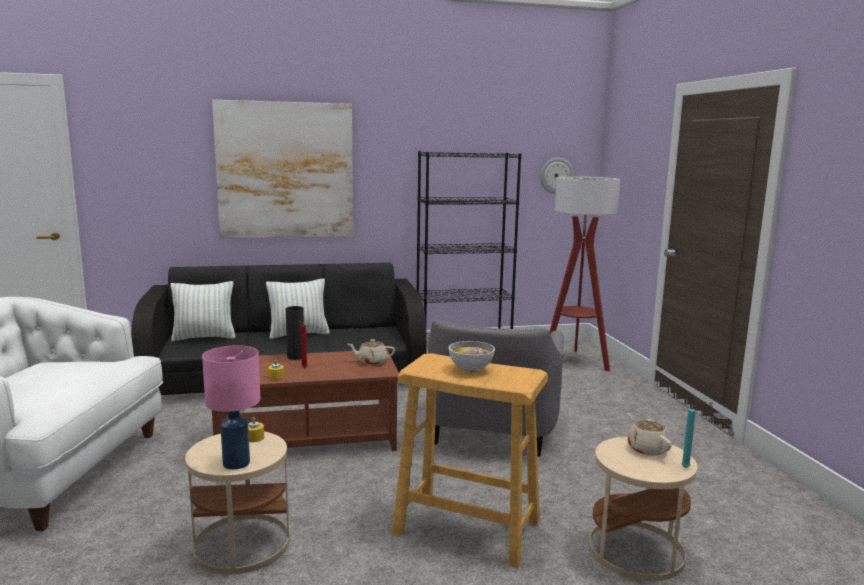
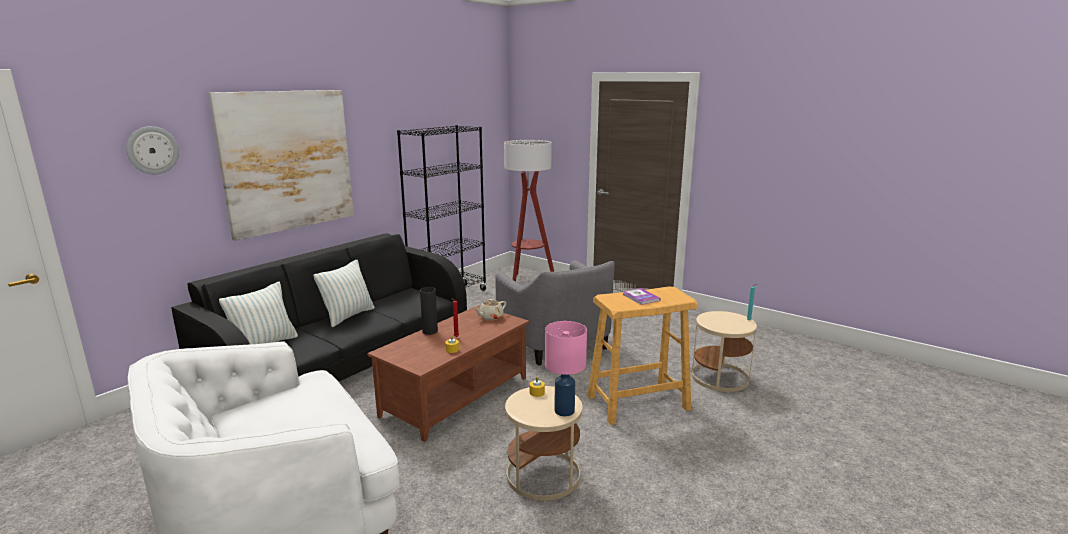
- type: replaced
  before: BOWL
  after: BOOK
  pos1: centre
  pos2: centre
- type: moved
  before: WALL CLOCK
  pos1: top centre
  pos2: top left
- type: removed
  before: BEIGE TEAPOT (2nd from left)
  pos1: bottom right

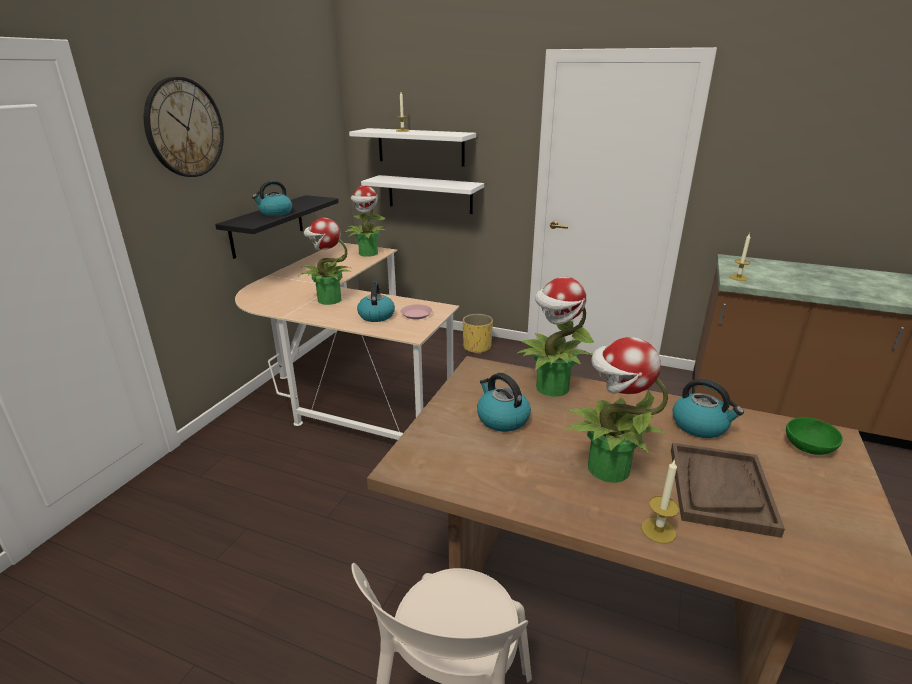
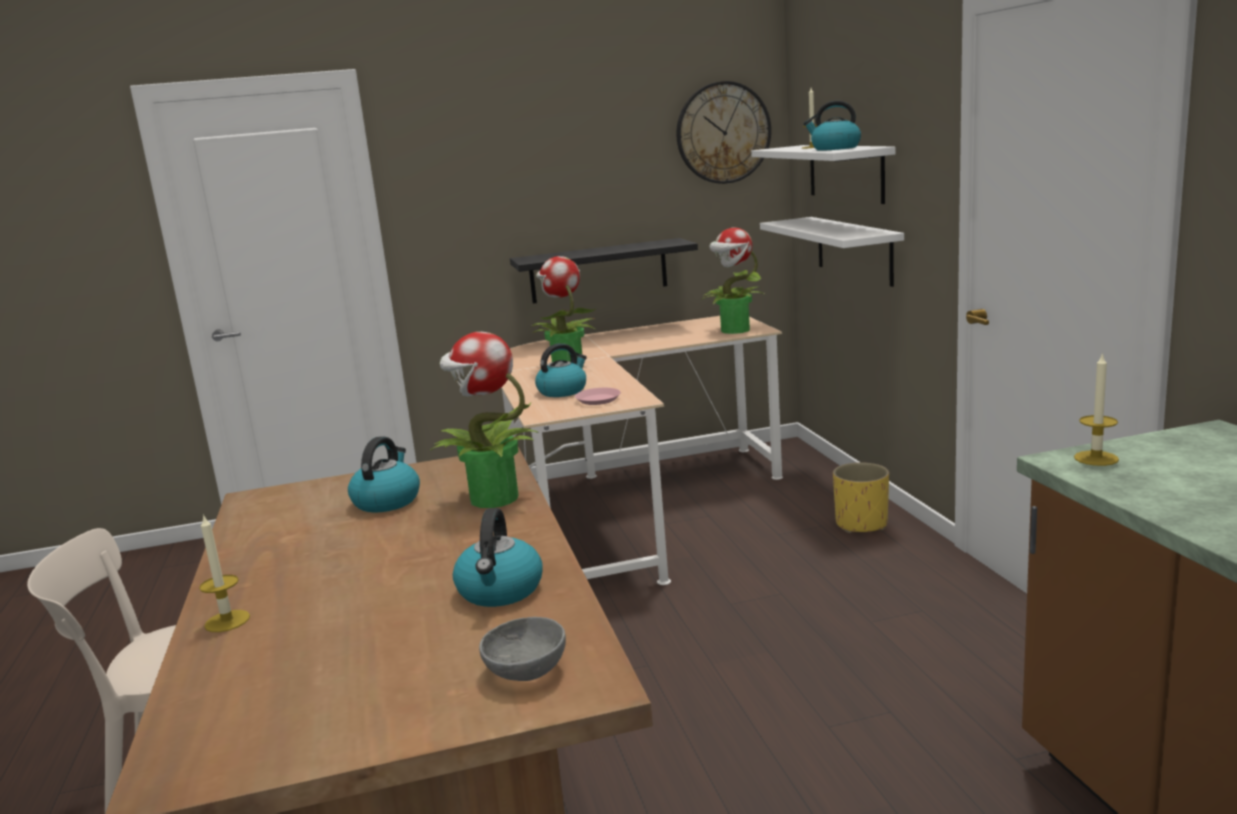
- type: moved
  before: WALL CLOCK
  pos1: top left
  pos2: top centre
- type: moved
  before: KETTLE (1st from left in the first image)
  after: KETTLE (4th from left)
  pos1: top left
  pos2: top right
- type: removed
  before: POTTED PLANT (4th from left)
  pos1: middle right
- type: removed
  before: BROWN TRAY
  pos1: bottom right
- type: recoloured
  before: GREEN BOWL
  after: GREY BOWL
  pos1: middle right
  pos2: bottom centre

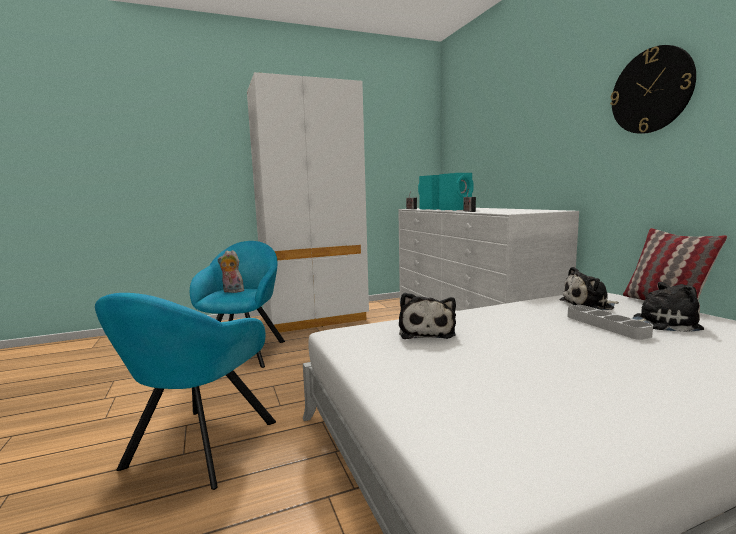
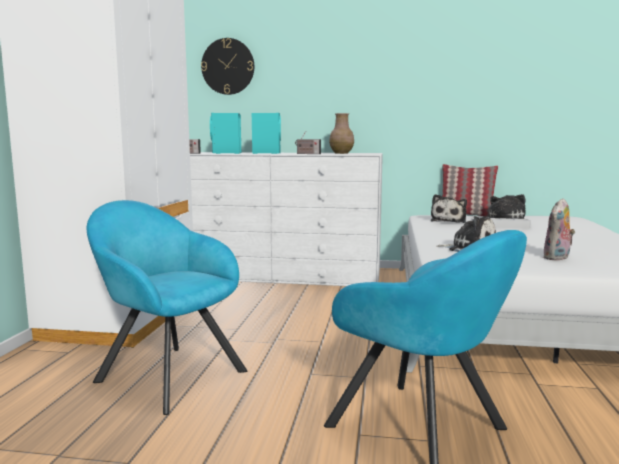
- type: moved
  before: PLUSH TOY (1st from left in the first image)
  after: PLUSH TOY (4th from left)
  pos1: middle left
  pos2: middle right
- type: moved
  before: WALL CLOCK
  pos1: top right
  pos2: top centre
- type: added
  after: BROWN VASE
  pos2: top centre

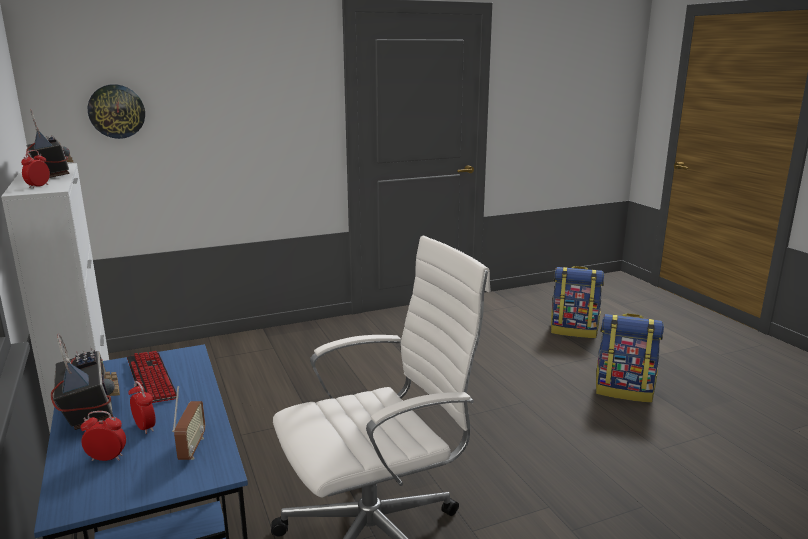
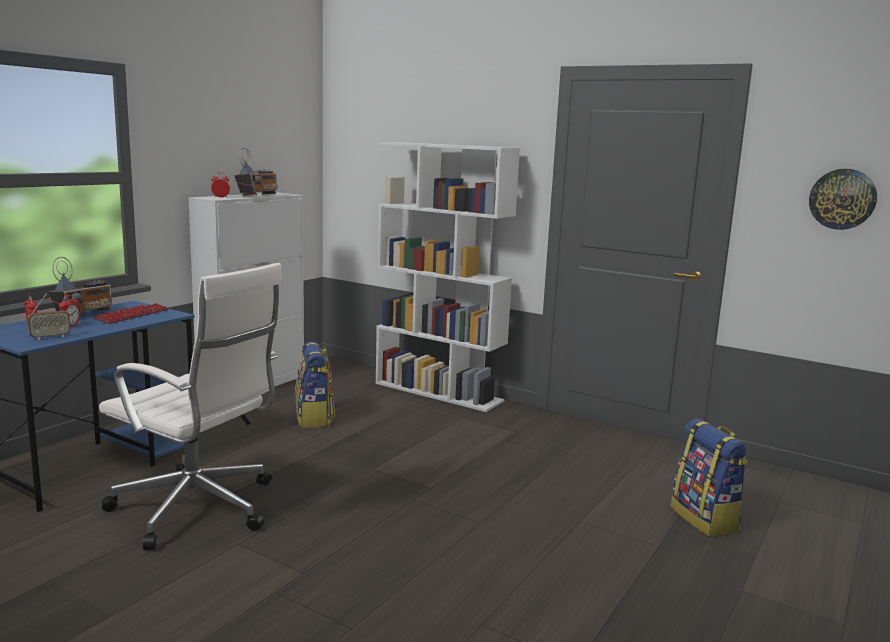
- type: moved
  before: WALL CLOCK
  pos1: top left
  pos2: top right
- type: moved
  before: BACKPACK (2nd from left in the first image)
  after: BACKPACK (1st from left)
  pos1: middle right
  pos2: centre
- type: added
  after: WHITE BOOKCASE
  pos2: centre

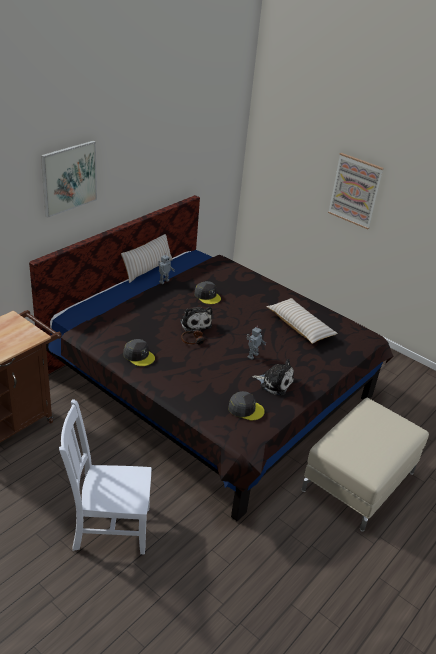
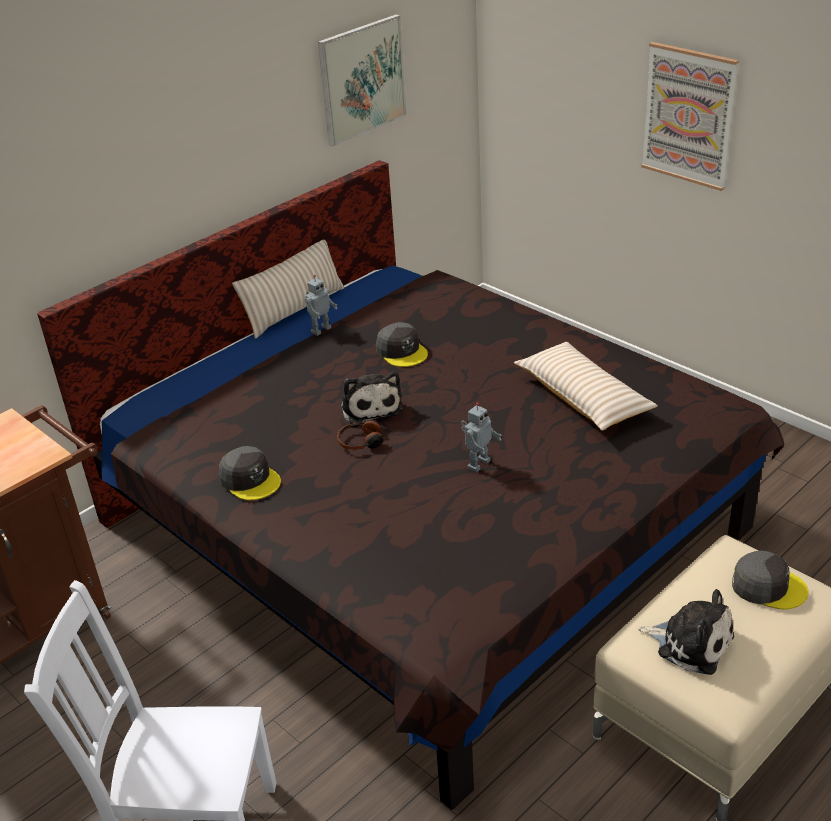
- type: moved
  before: PICTURE (1st from left)
  pos1: top left
  pos2: top centre
- type: moved
  before: GREY CAP (3rd from left)
  pos1: centre
  pos2: bottom right
- type: moved
  before: PLUSH TOY (2nd from left)
  pos1: centre
  pos2: bottom right

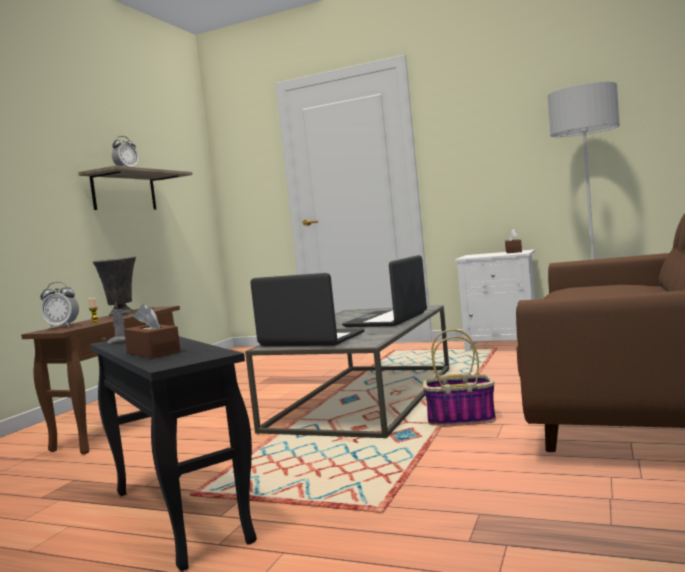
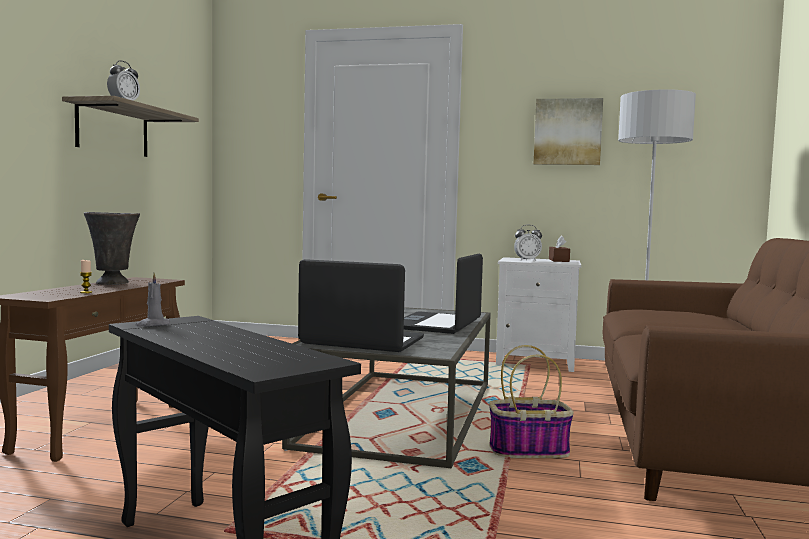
- type: moved
  before: ALARM CLOCK (1st from left in the first image)
  after: ALARM CLOCK (2nd from left)
  pos1: middle left
  pos2: centre
- type: removed
  before: BROWN TISSUE BOX (1st from left)
  pos1: middle left
- type: added
  after: PICTURE
  pos2: top right

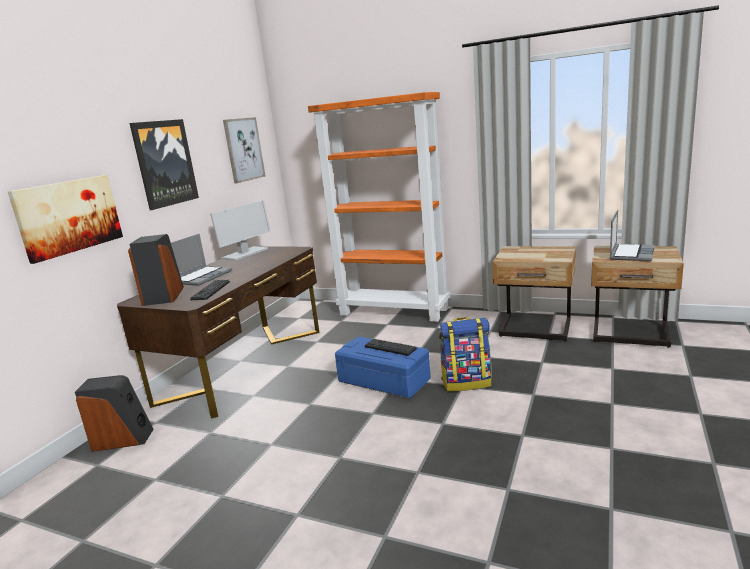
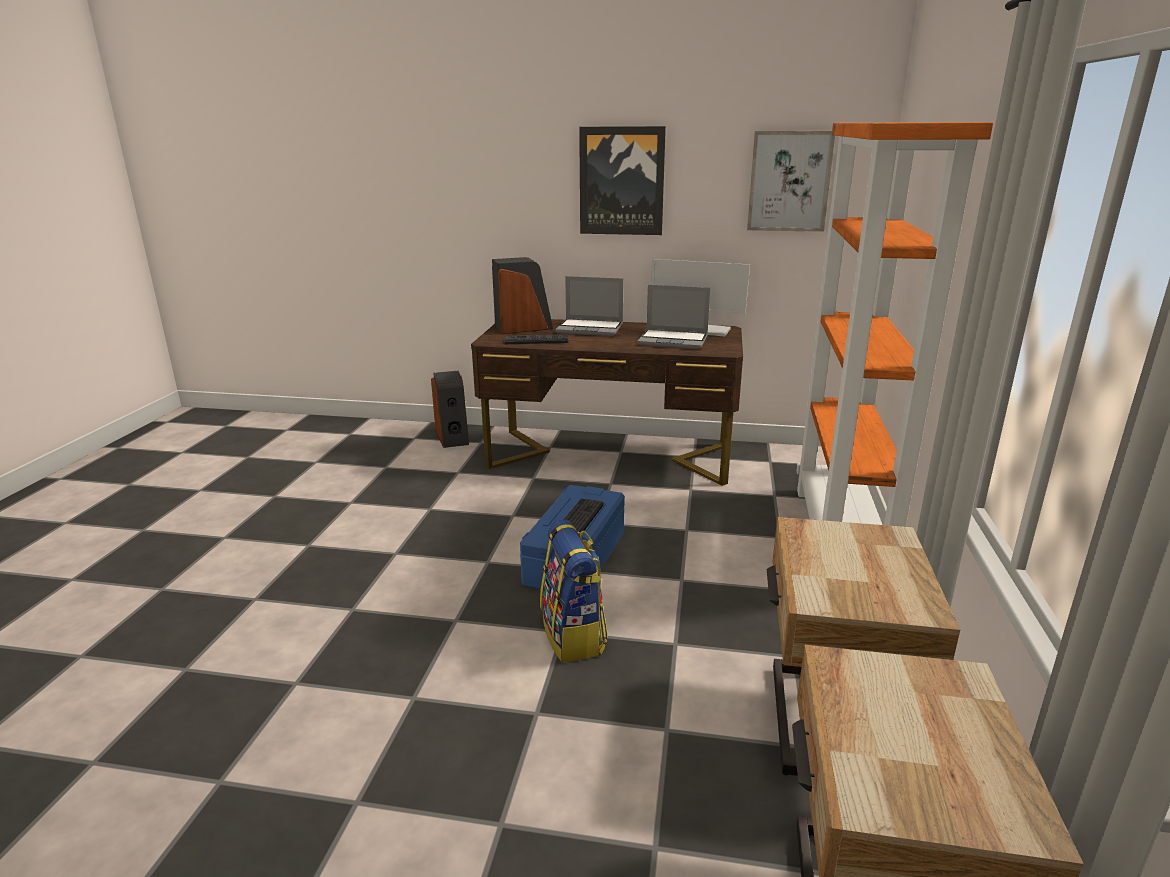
- type: removed
  before: PICTURE (1st from left)
  pos1: middle left
- type: moved
  before: LAPTOP (2nd from left)
  pos1: middle right
  pos2: centre

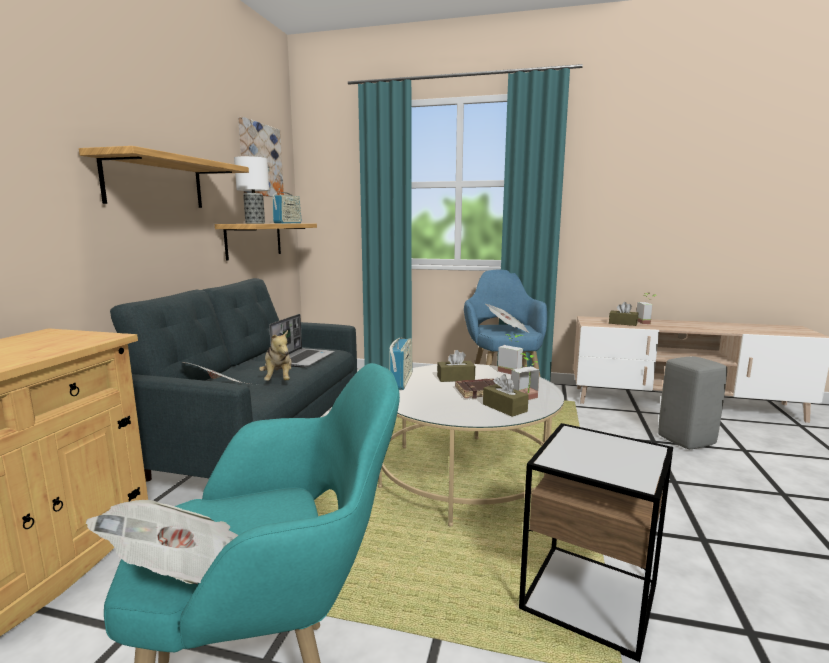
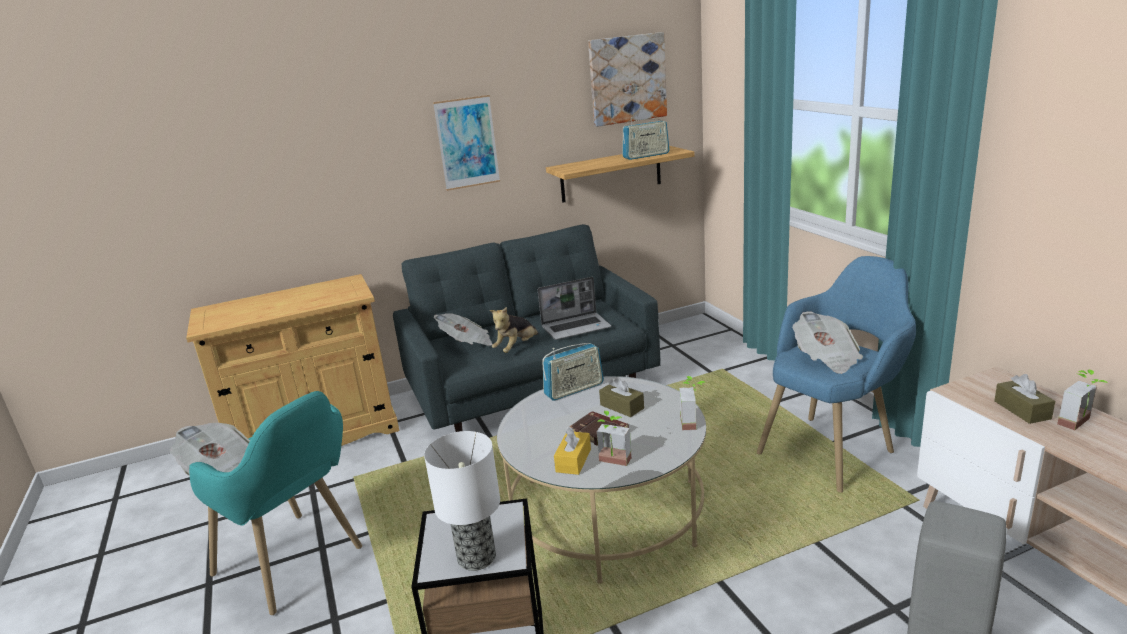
- type: replaced
  before: SHELF (1st from left)
  after: PICTURE (1st from left)
  pos1: top left
  pos2: top centre
- type: moved
  before: TABLE LAMP
  pos1: top left
  pos2: bottom centre
- type: recoloured
  before: BROWN TISSUE BOX (2nd from left)
  after: YELLOW TISSUE BOX
  pos1: centre
  pos2: bottom centre

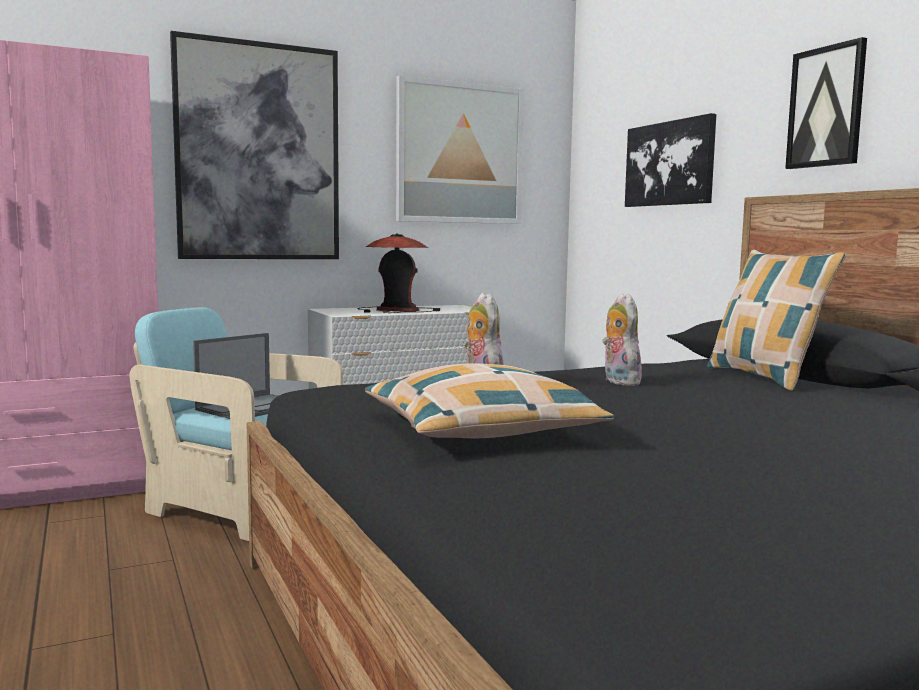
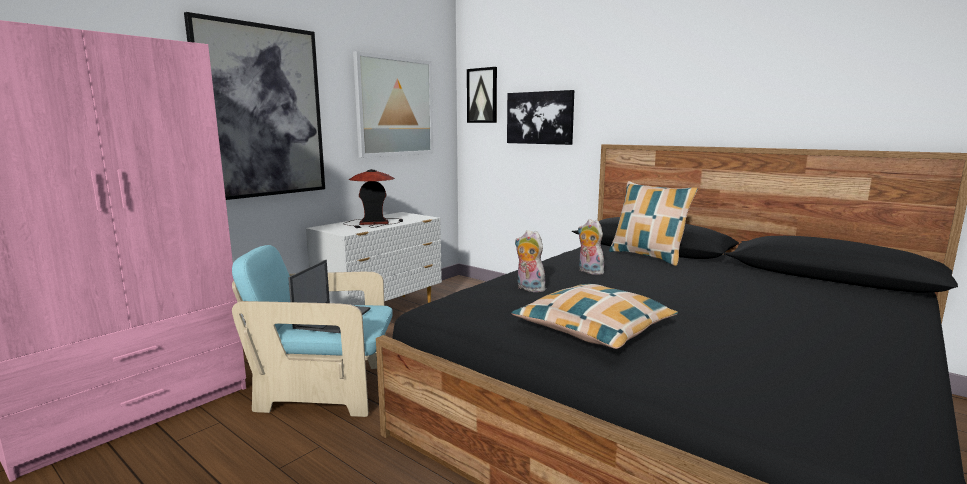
- type: moved
  before: PICTURE (4th from left in the first image)
  after: PICTURE (3rd from left)
  pos1: top right
  pos2: top centre

